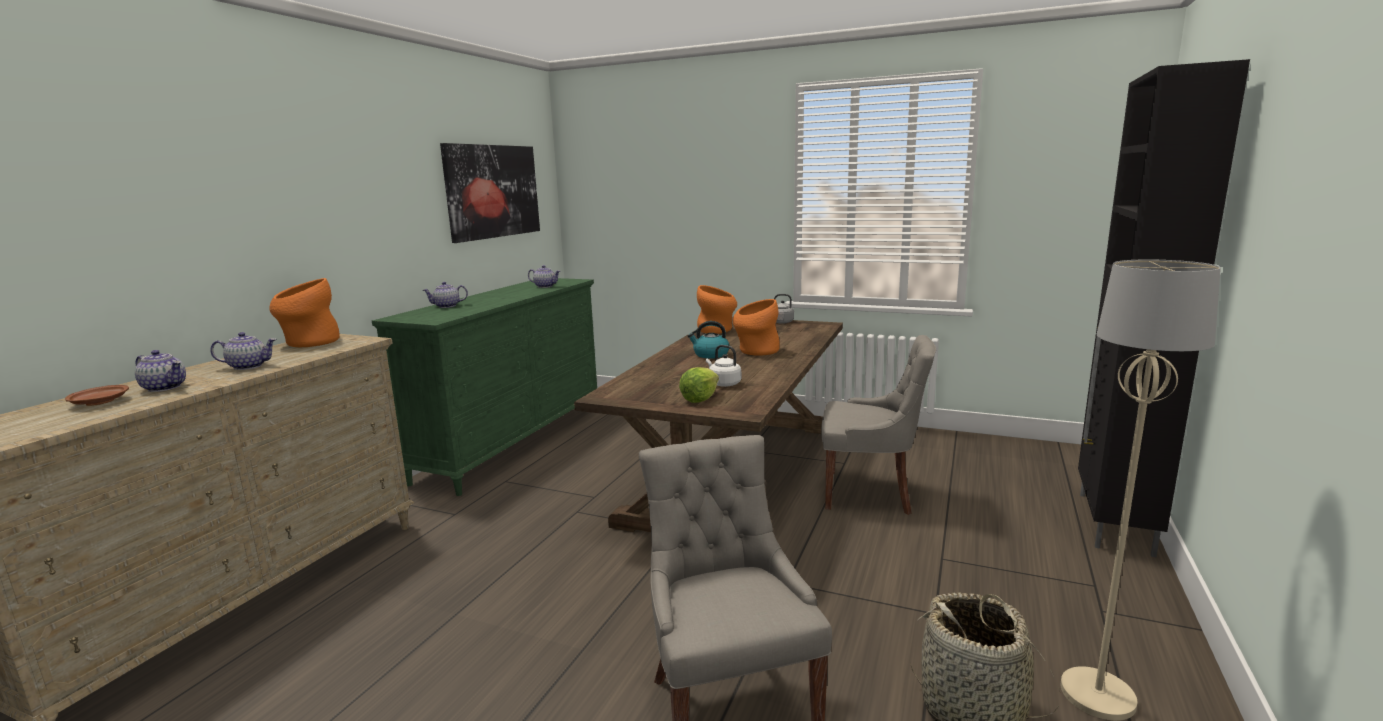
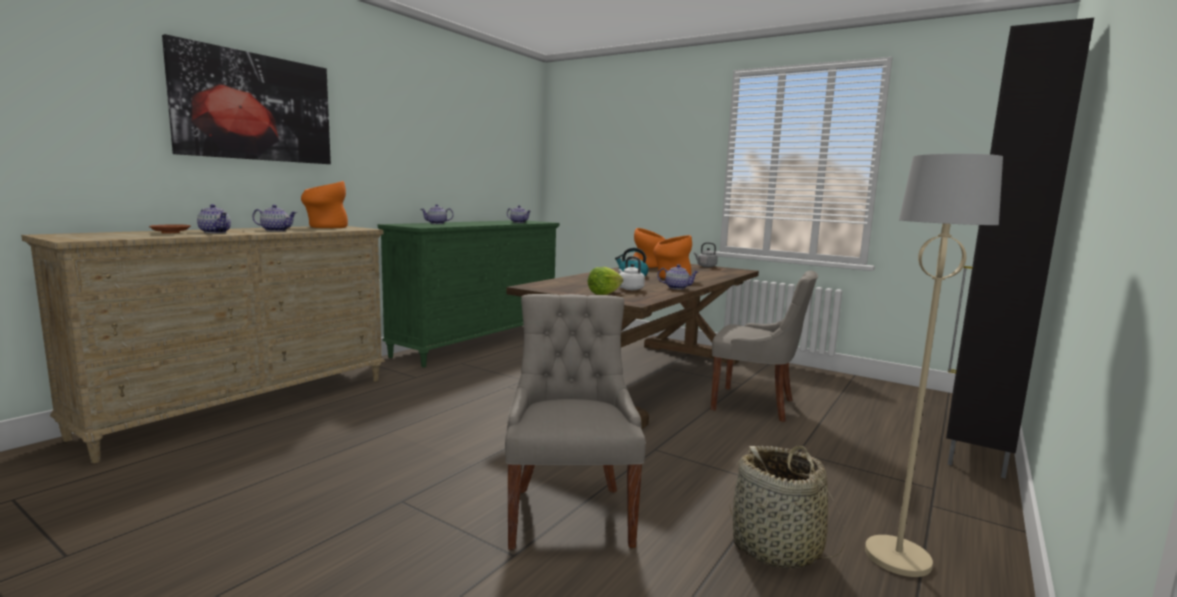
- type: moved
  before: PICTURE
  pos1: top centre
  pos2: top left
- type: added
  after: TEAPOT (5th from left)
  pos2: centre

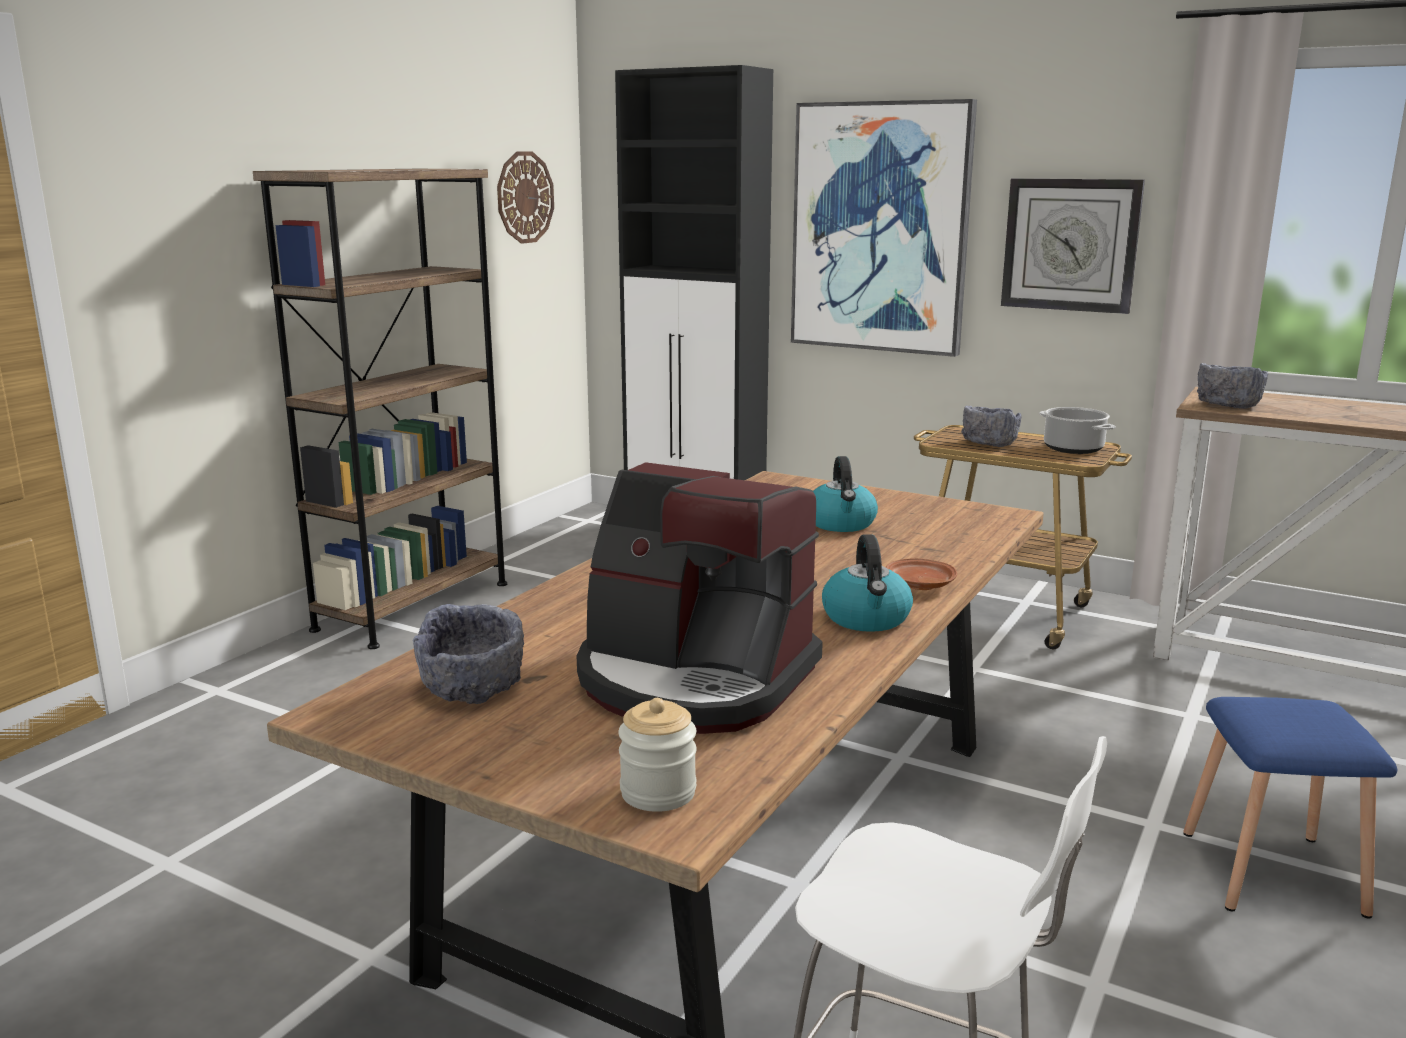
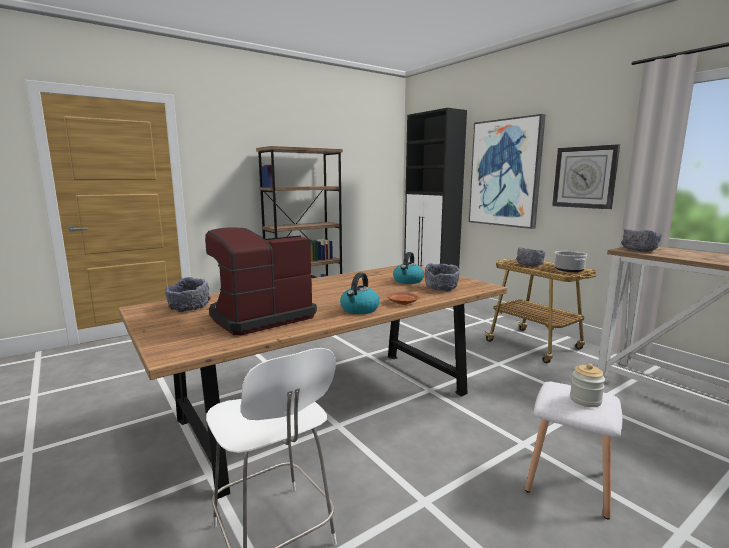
- type: removed
  before: WALL CLOCK (1st from left)
  pos1: top centre
- type: turned
  before: COFFEE MACHINE
  pos1: centre
  pos2: centre
  turn: 90
- type: moved
  before: JAR
  pos1: bottom centre
  pos2: bottom right
- type: recoloured
  before: BLUE STOOL
  after: WHITE STOOL
  pos1: bottom right
  pos2: bottom right
- type: added
  after: GREY BOWL (2nd from left)
  pos2: centre

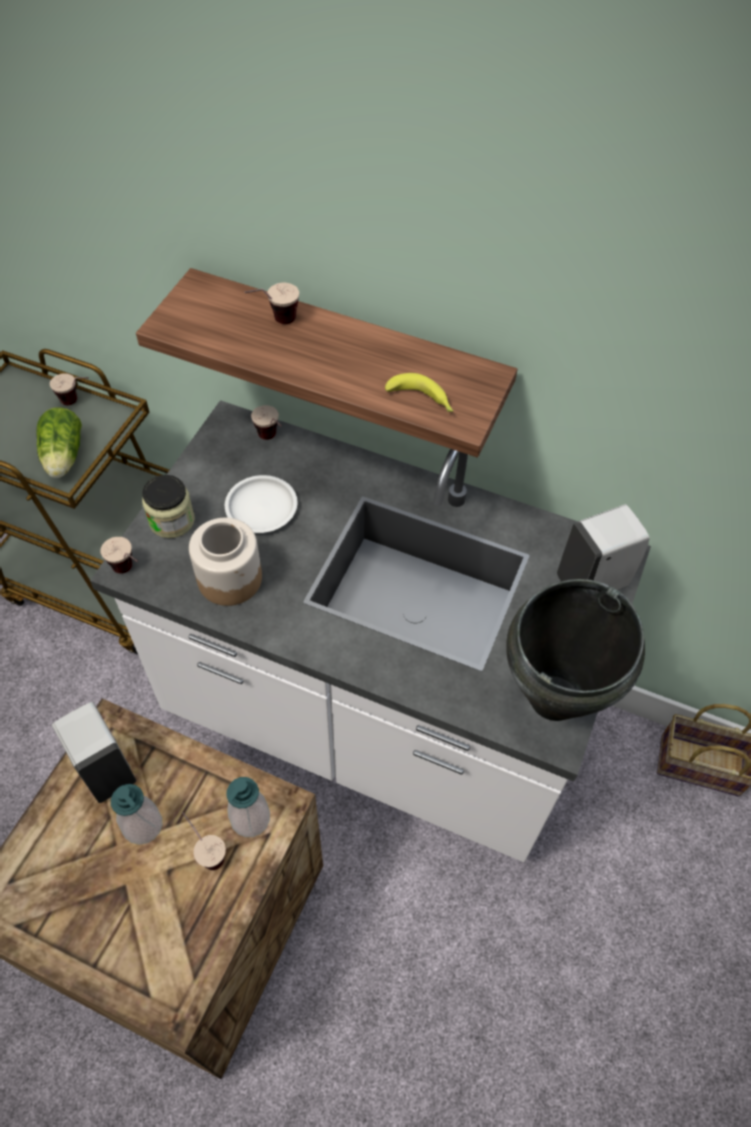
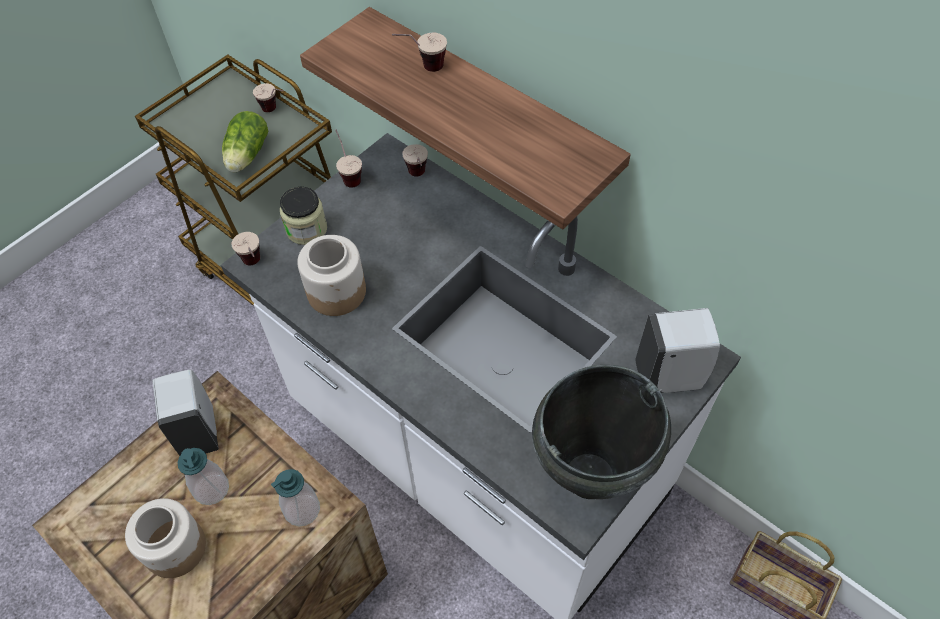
- type: moved
  before: CUP (3rd from left)
  pos1: bottom left
  pos2: top centre
- type: removed
  before: WHITE PLATE
  pos1: centre
- type: removed
  before: BANANA
  pos1: centre
- type: added
  after: JAR (1st from left)
  pos2: bottom left

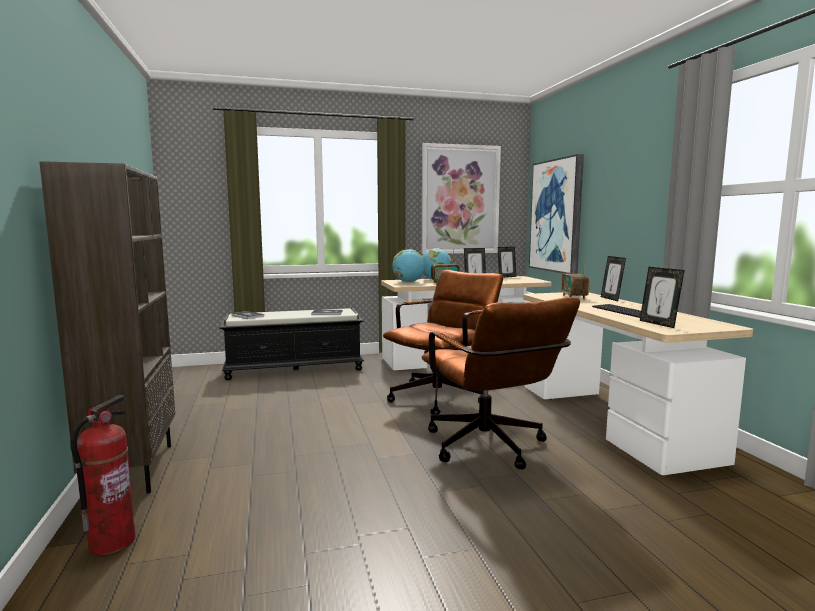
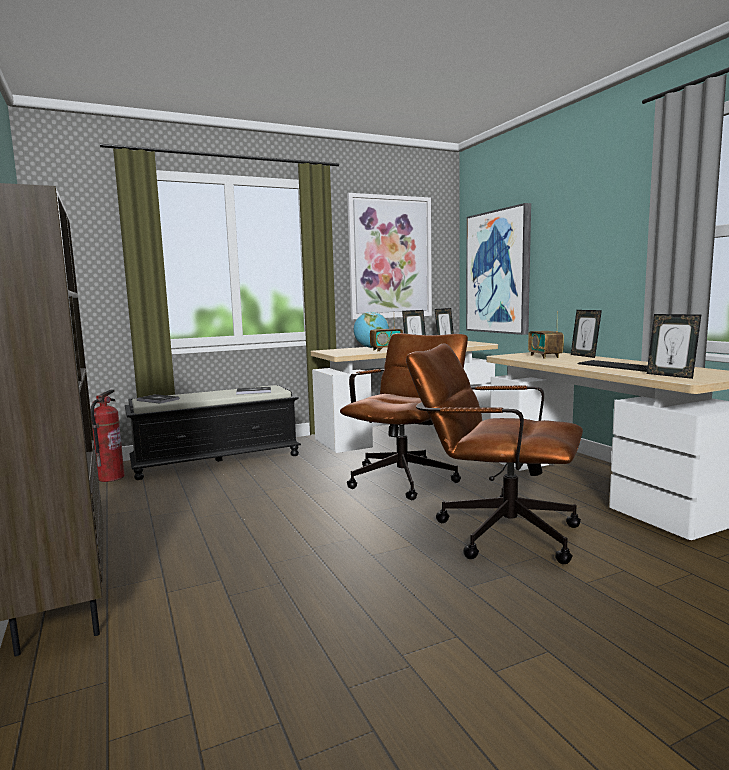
- type: moved
  before: FIRE EXTINGUISHER
  pos1: bottom left
  pos2: middle left
- type: removed
  before: GLOBE (1st from left)
  pos1: centre
- type: turned
  before: BROWN OFFICE CHAIR (2nd from left)
  pos1: centre
  pos2: middle right
  turn: 150

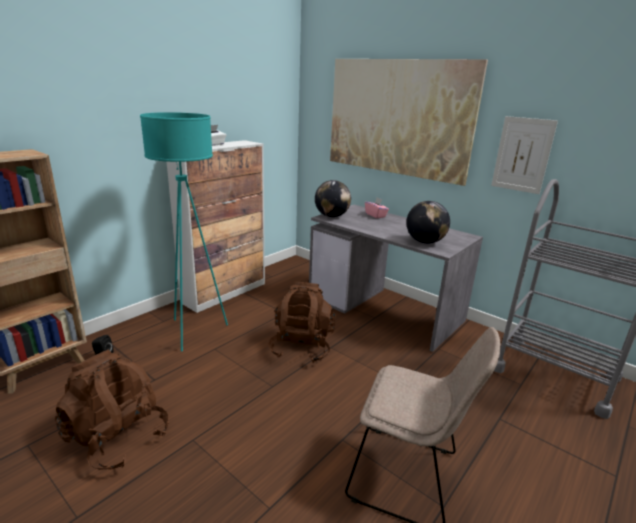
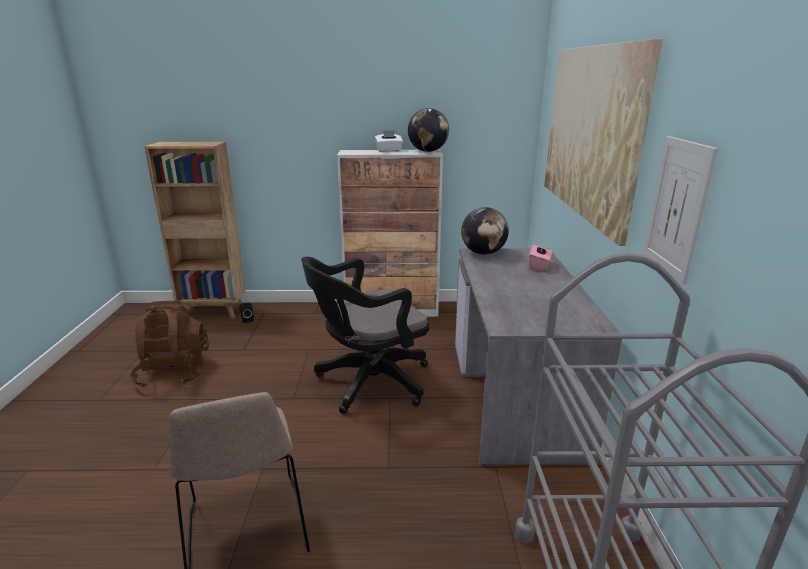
- type: removed
  before: TURQUOISE FLOOR LAMP
  pos1: middle left
- type: replaced
  before: BROWN BACKPACK (2nd from left)
  after: BLACK OFFICE CHAIR
  pos1: centre
  pos2: centre
- type: moved
  before: GLOBE (2nd from left in the first image)
  after: GLOBE (1st from left)
  pos1: middle right
  pos2: top centre

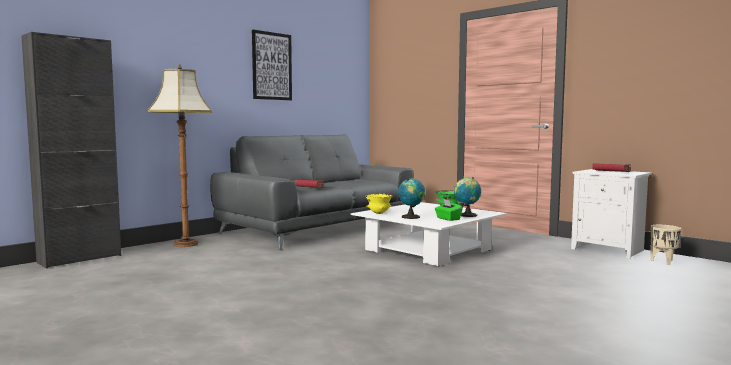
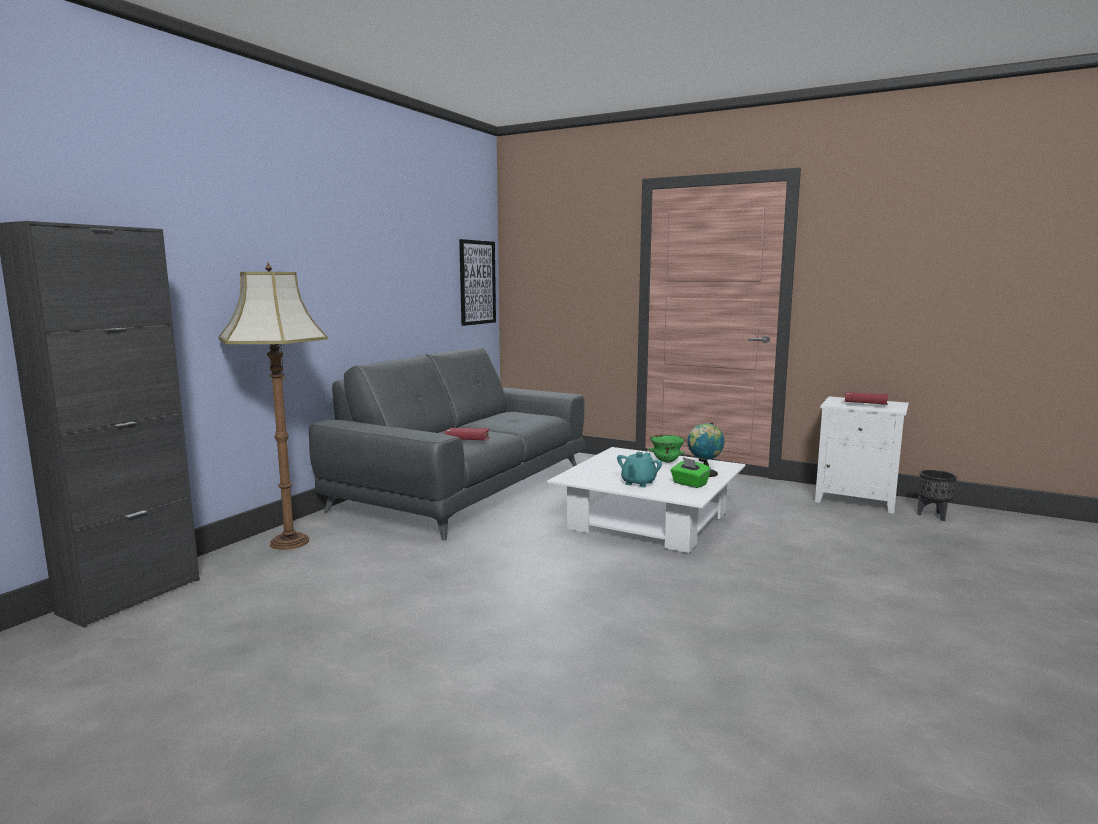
- type: moved
  before: PICTURE
  pos1: top centre
  pos2: centre
- type: removed
  before: YELLOW BOWL
  pos1: centre
- type: replaced
  before: GLOBE (1st from left)
  after: TURQUOISE TEAPOT
  pos1: centre
  pos2: centre
- type: recoloured
  before: BEIGE PLANTER
  after: BLACK PLANTER
  pos1: bottom right
  pos2: middle right

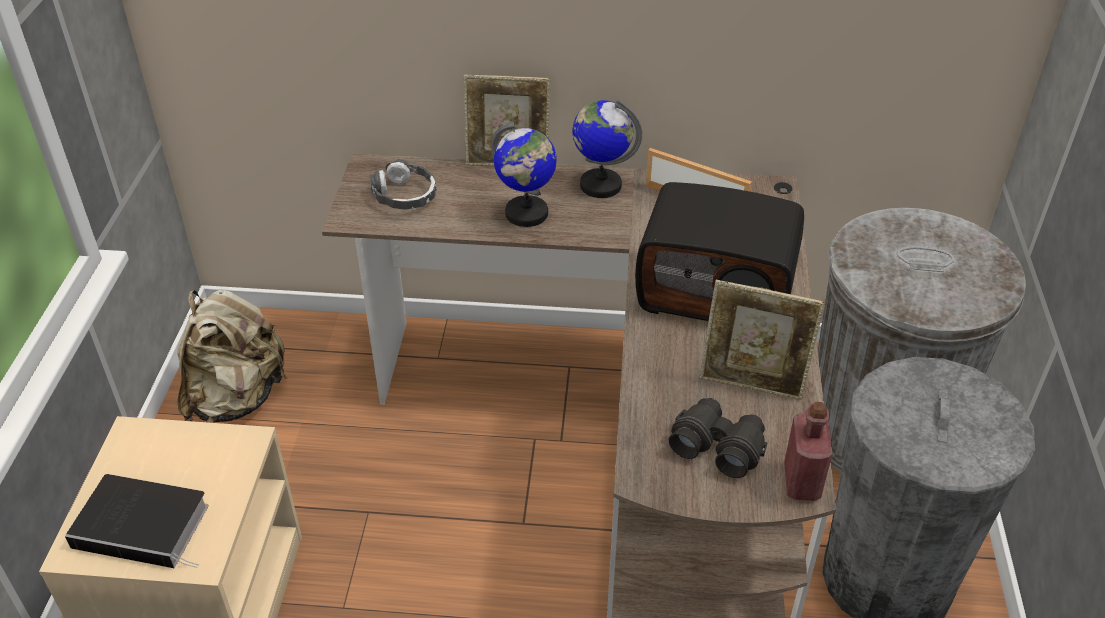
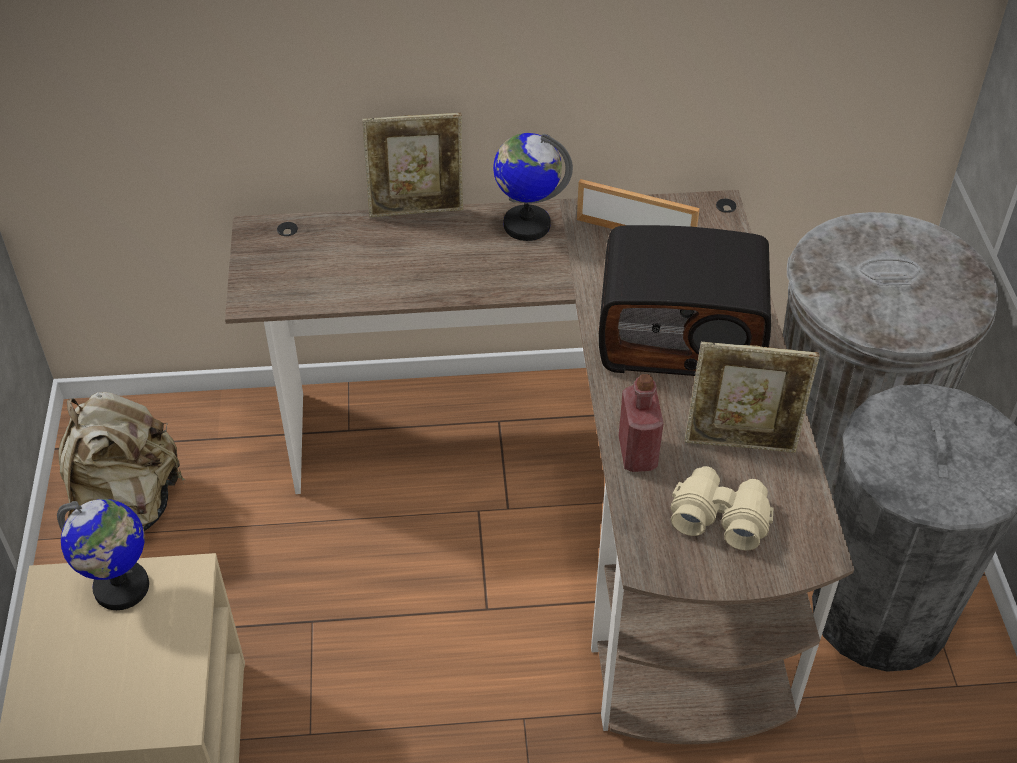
- type: removed
  before: BOOK
  pos1: bottom left
- type: removed
  before: HEADPHONES
  pos1: top centre
- type: moved
  before: GLOBE (1st from left)
  pos1: top centre
  pos2: bottom left
- type: recoloured
  before: BLACK BINOCULARS
  after: BEIGE BINOCULARS
  pos1: bottom centre
  pos2: middle right
- type: moved
  before: RED BOTTLE
  pos1: bottom right
  pos2: centre

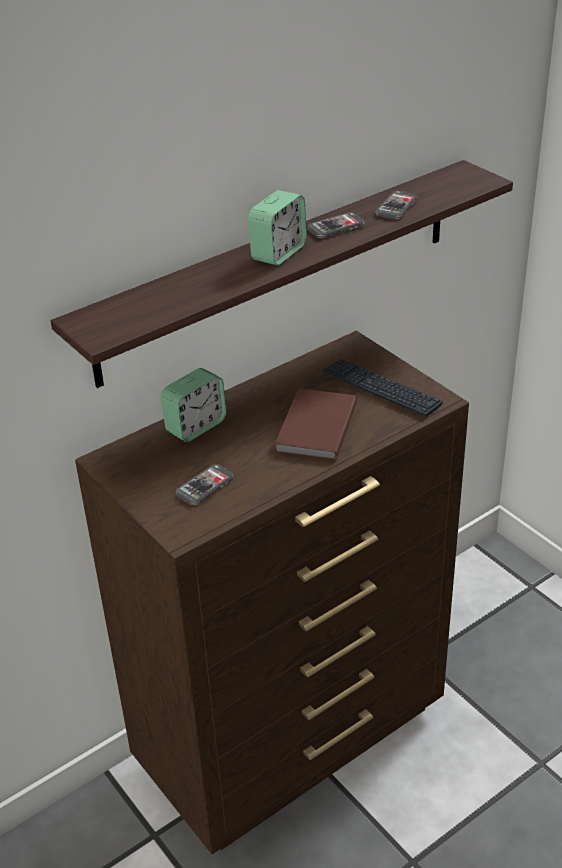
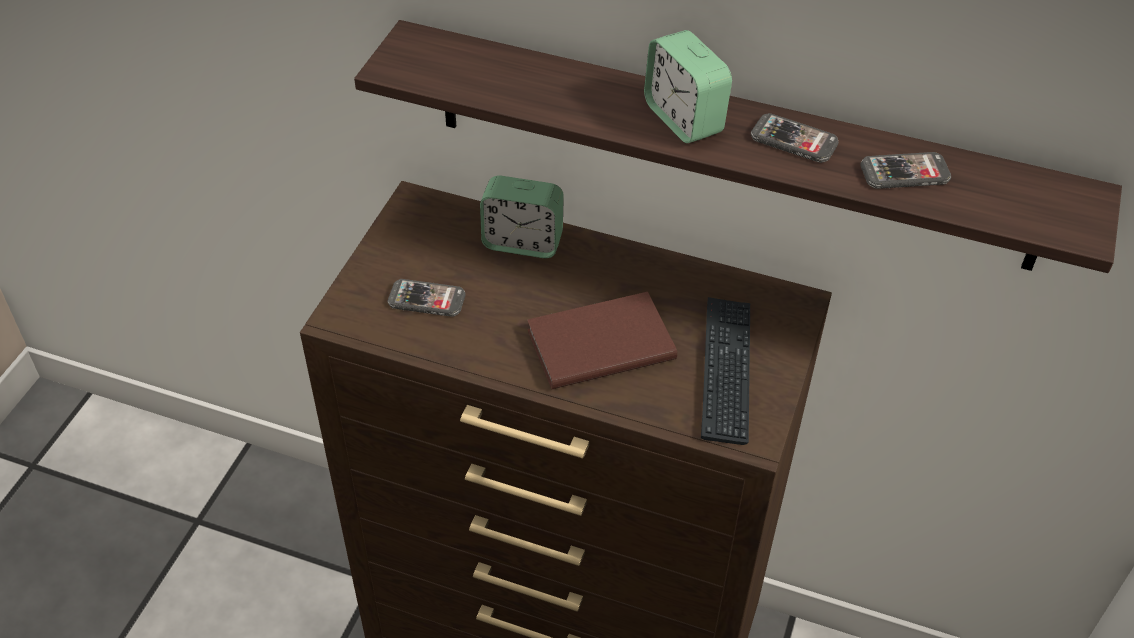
- type: turned
  before: ALARM CLOCK (2nd from left)
  pos1: top centre
  pos2: top centre
  turn: 60

